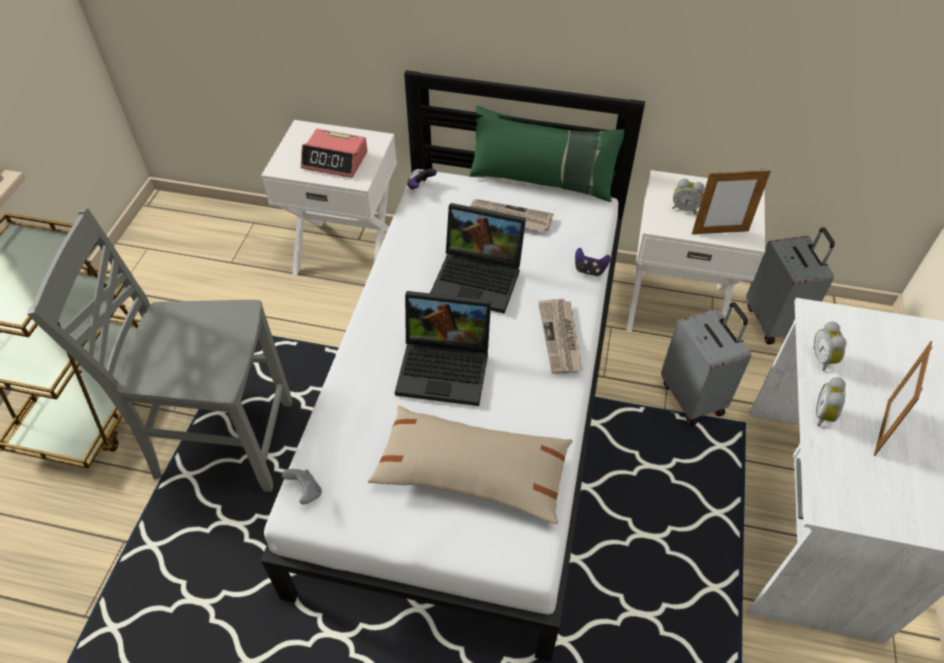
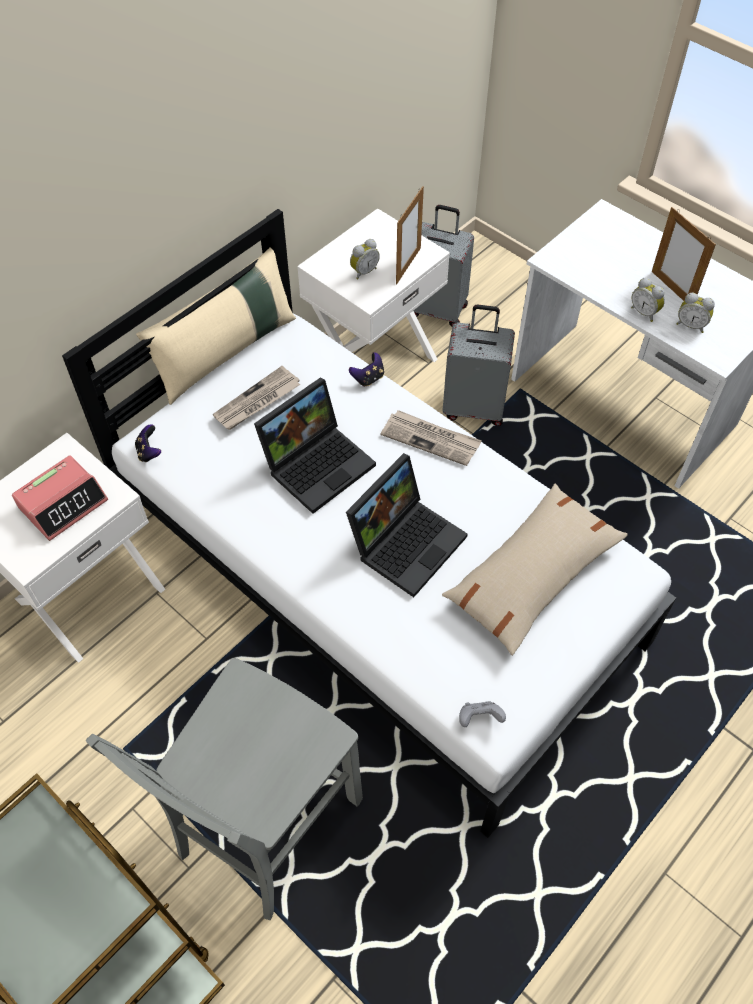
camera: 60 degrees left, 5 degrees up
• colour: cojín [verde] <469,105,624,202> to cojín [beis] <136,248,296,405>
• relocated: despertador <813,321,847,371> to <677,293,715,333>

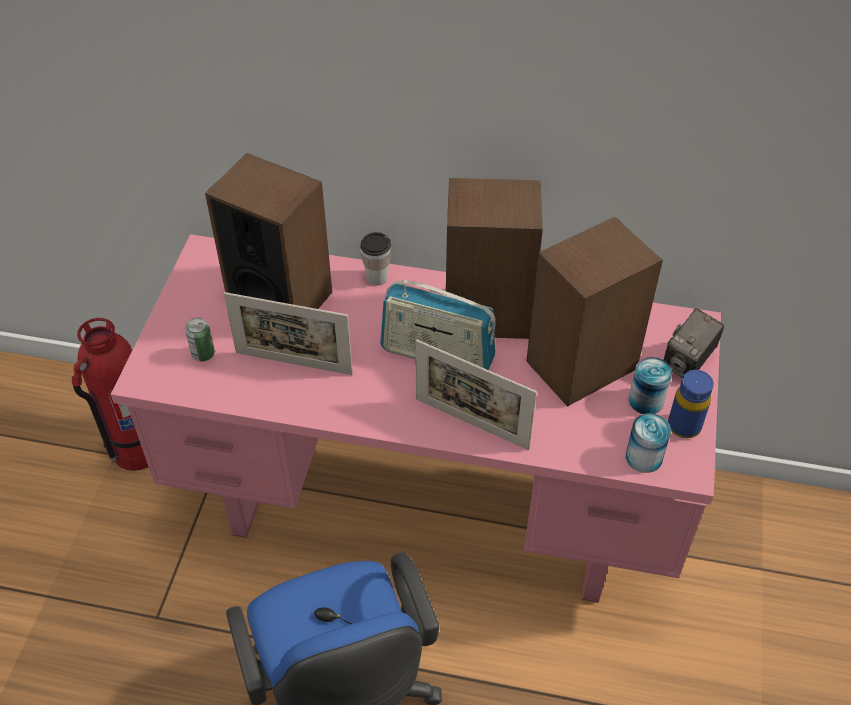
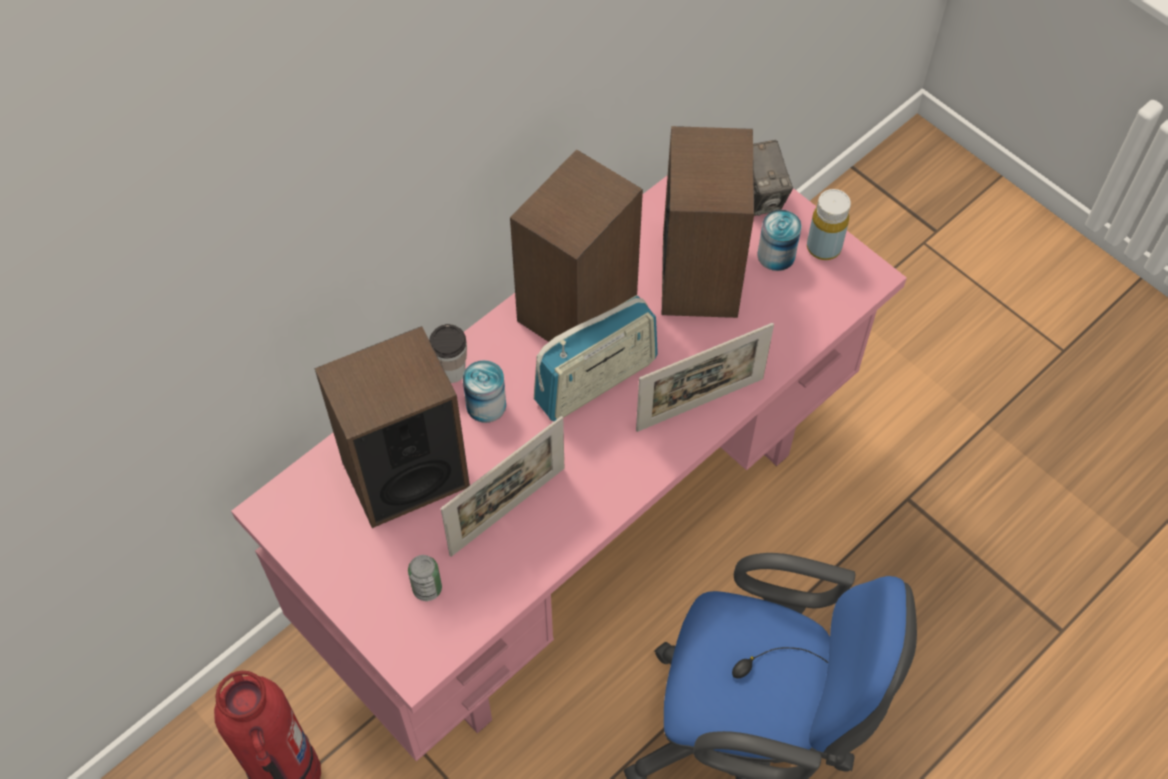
camera: 55 degrees left, 10 degrees up
• relocated: lata <626,413,671,473> to <463,360,506,423>
• colour: botella [azul] <668,370,714,438> to botella [amarillo] <807,189,851,260>

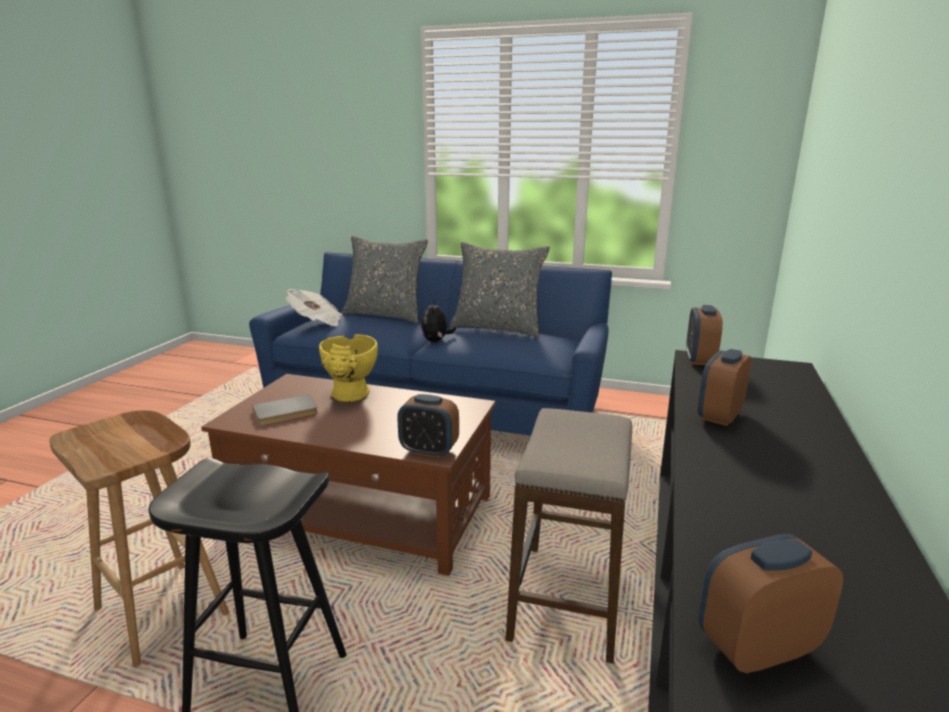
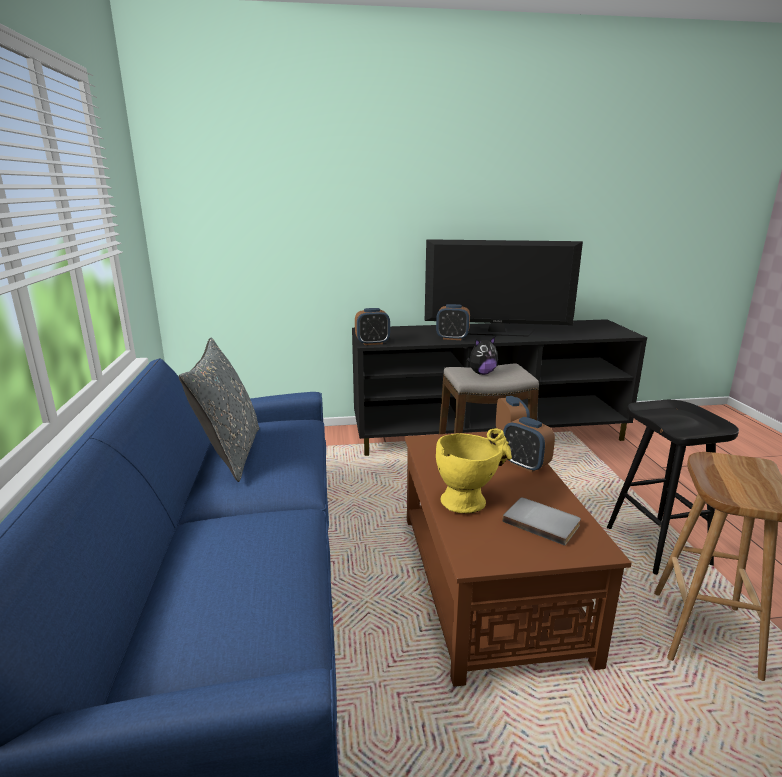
camera: 115 degrees left, 0 degrees up
• missing: periódico <286,289,342,326>
• missing: cojín [gris] <341,236,428,323>
• relocated: peluche <421,299,456,342> to <466,337,498,375>
• relocated: despertador <699,534,843,673> to <503,417,555,472>
• appeared: televisor <425,239,583,337>

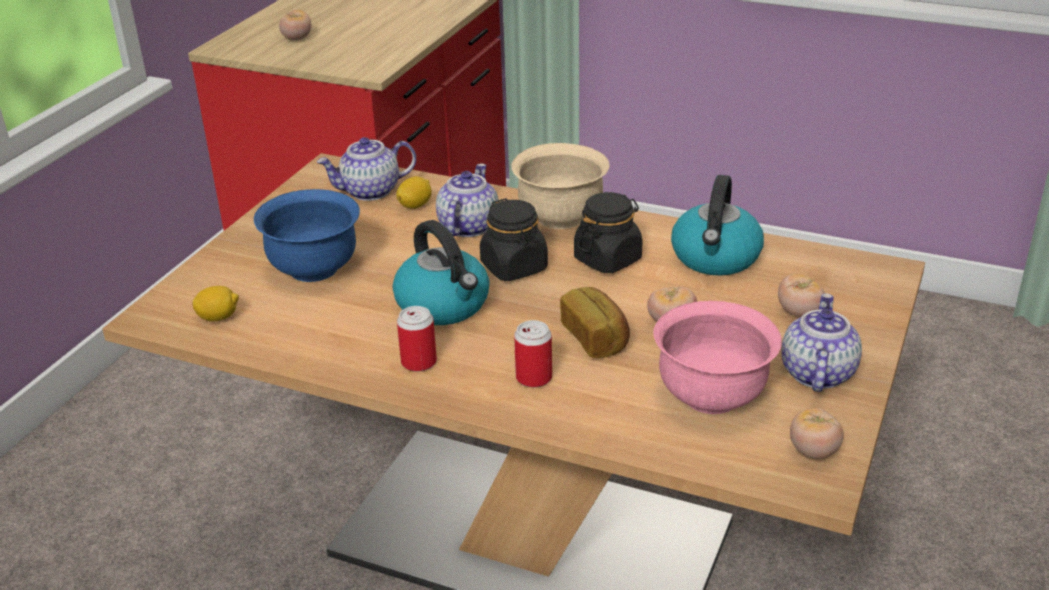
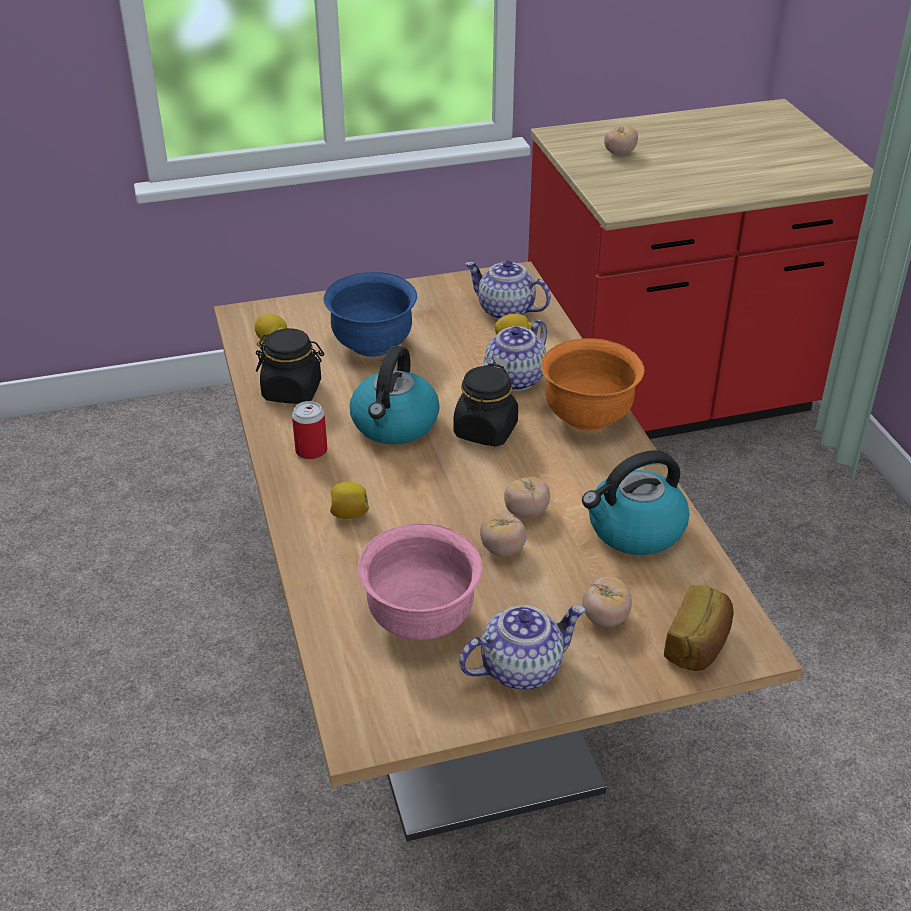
camera: 50 degrees right, 5 degrees up
• spun: tetera <436,164,499,237> = <483,320,547,391> 150 degrees clockwise
• colour: cuenco [beis] <511,143,609,229> to cuenco [naranja] <541,338,644,431>
• exchanged: lata <514,320,552,388> to limón <330,482,369,519>
• relocated: pan <560,287,630,358> to <664,585,734,671>
• relocated: tarro [negro] <574,192,642,273> to <256,328,324,404>
• relocated: tomate <790,408,844,459> to <504,477,550,518>

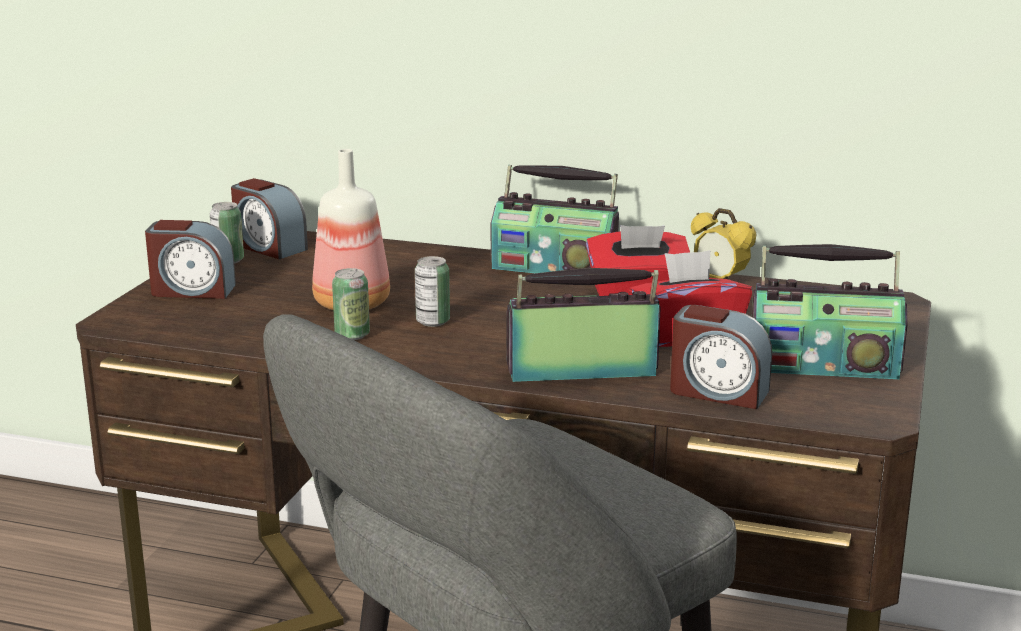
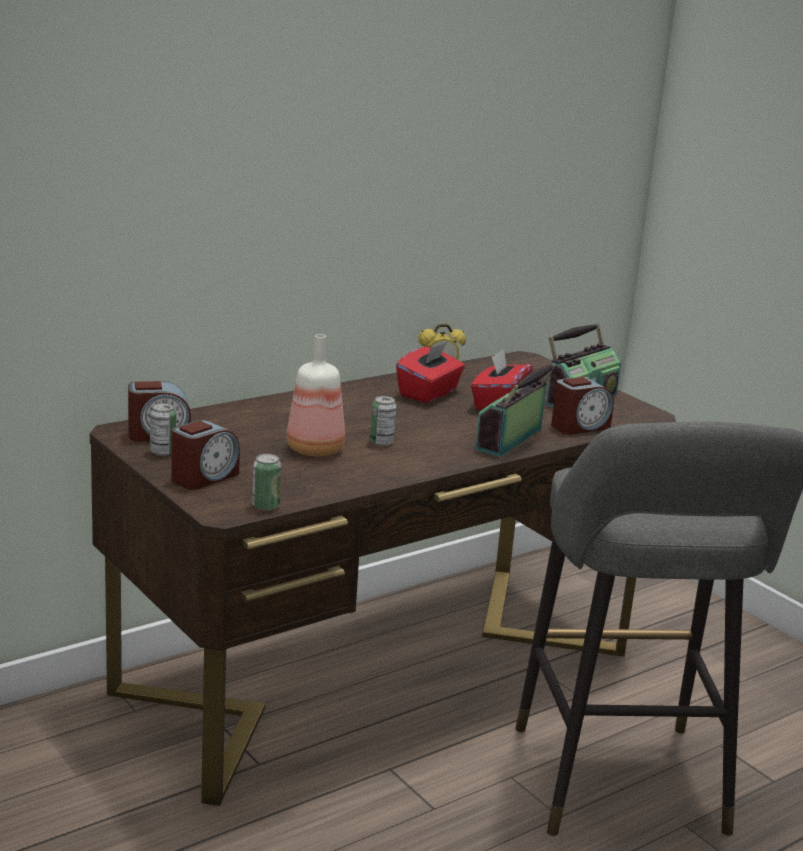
camera: 55 degrees left, 0 degrees up
• relocated: lata <332,268,370,340> to <252,454,282,511>
• missing: radio <491,165,619,273>

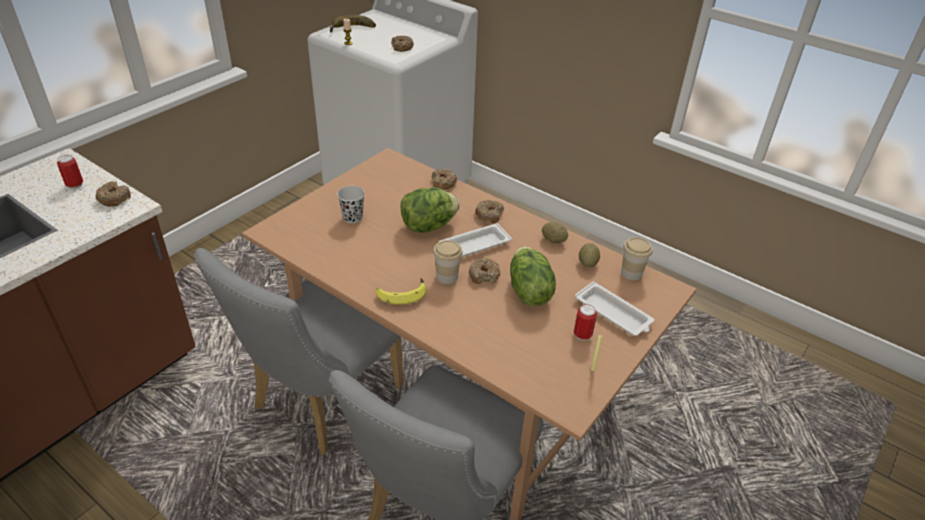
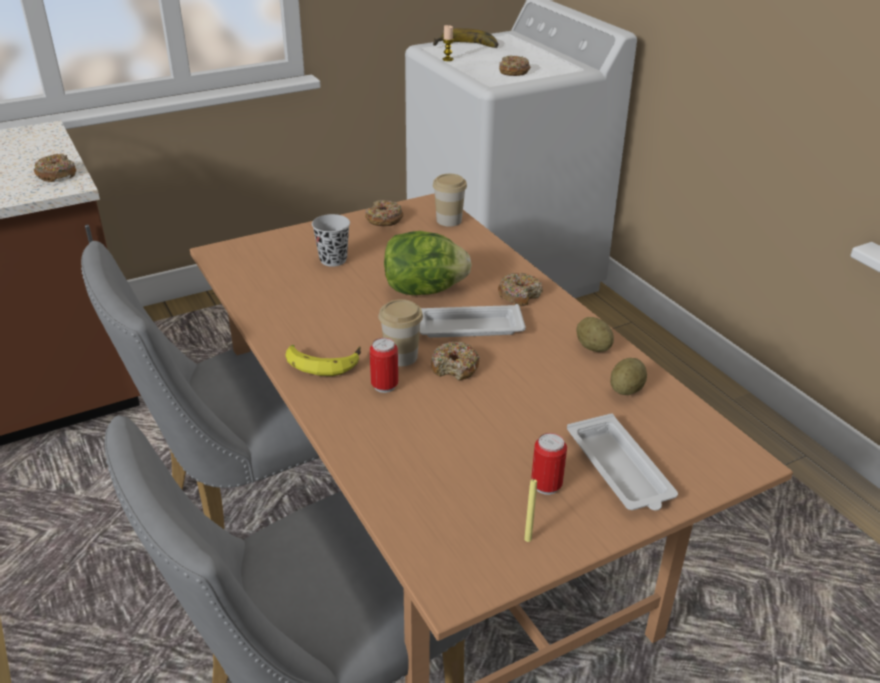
camera: 25 degrees right, 5 degrees down
• relocated: lata <57,155,83,189> to <370,338,398,393>
• relocated: rosquilla <432,169,457,189> to <365,200,403,226>
• missing: lechuga <510,246,556,306>
• relocated: taza <621,237,653,280> to <433,174,467,227>

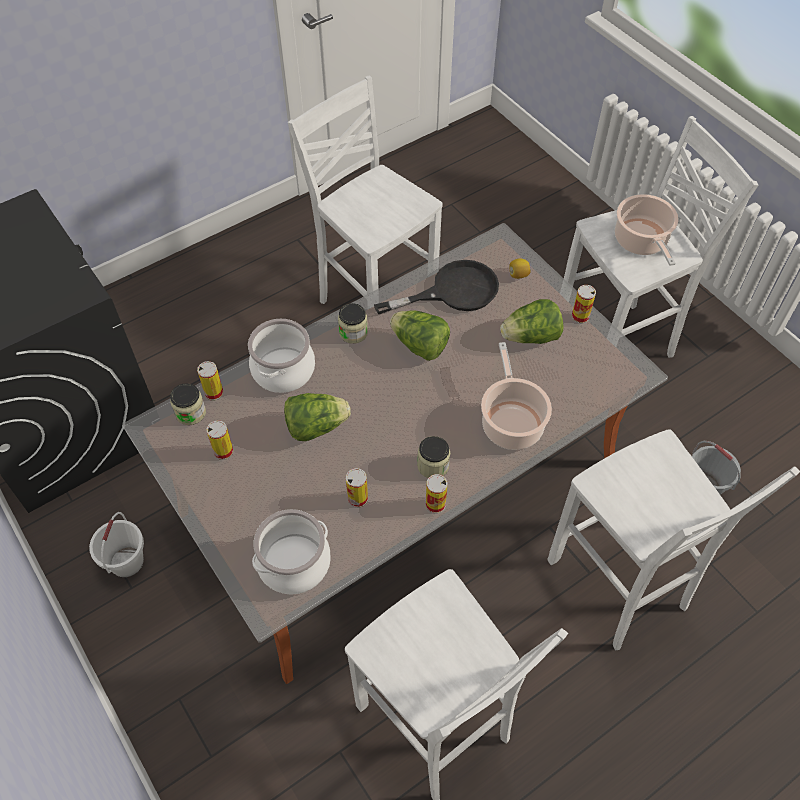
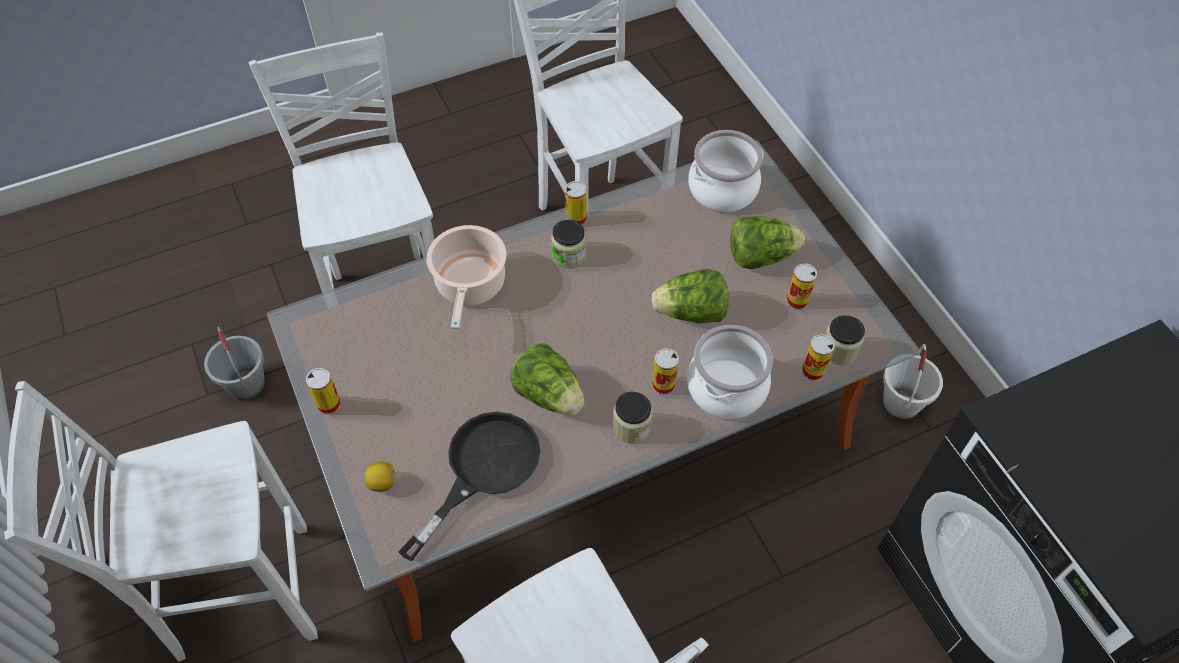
camera: 170 degrees left, 0 degrees up
• relocated: lata <346,468,368,508> to <652,348,679,395>
• spun: sartén [negro] <374,260,499,314> = <398,412,540,561> 135 degrees clockwise
• relocated: lechuga <500,299,564,344> to <730,216,805,269>
• missing: olla <615,194,679,266>

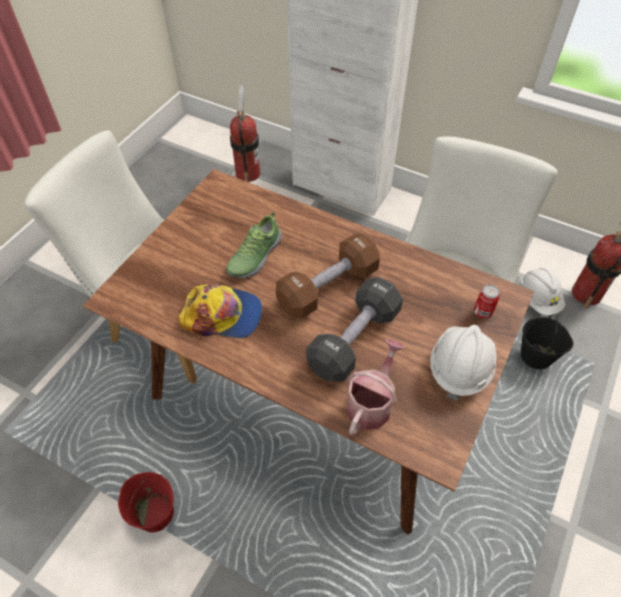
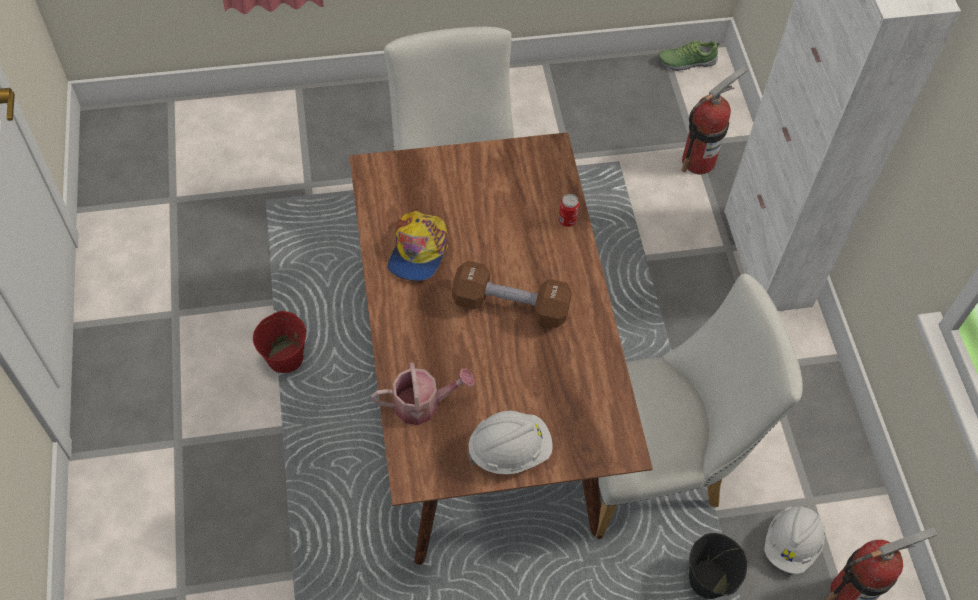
camera: 50 degrees right, 5 degrees up
• spun: gorra <178,284,262,338> = <388,211,449,281> 45 degrees clockwise
• relocated: zapato <226,212,282,278> to <658,40,721,71>
• missing: mancuerna [negro] <306,277,403,382>
• relocated: lata <474,285,500,319> to <558,194,579,227>

